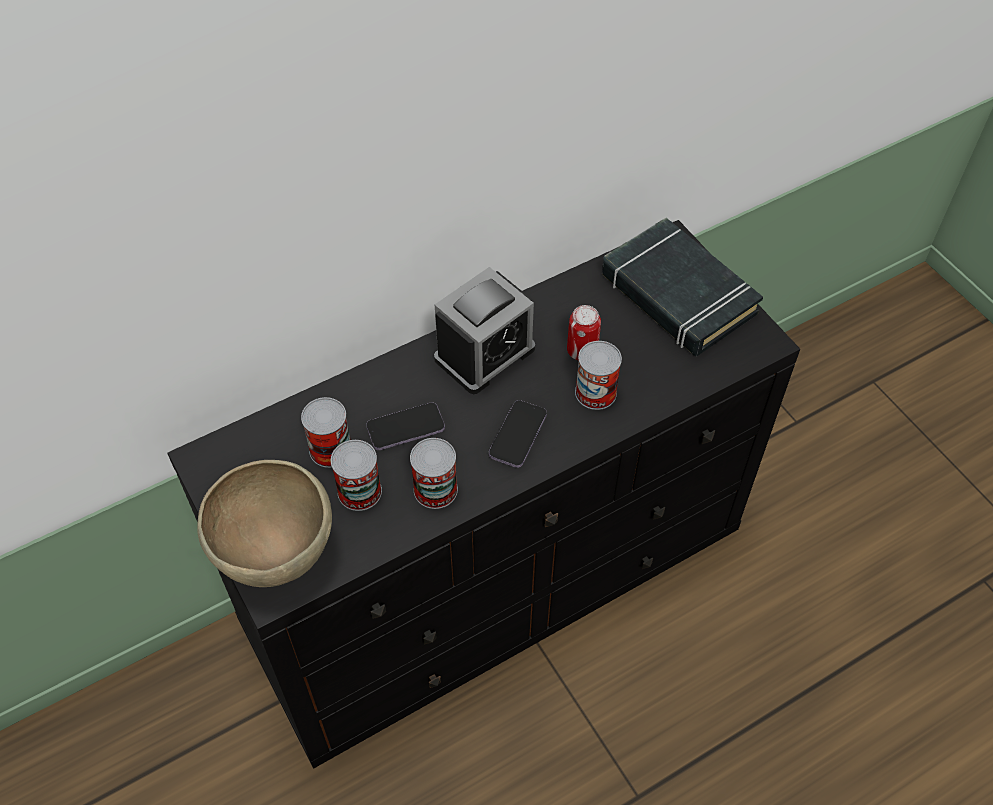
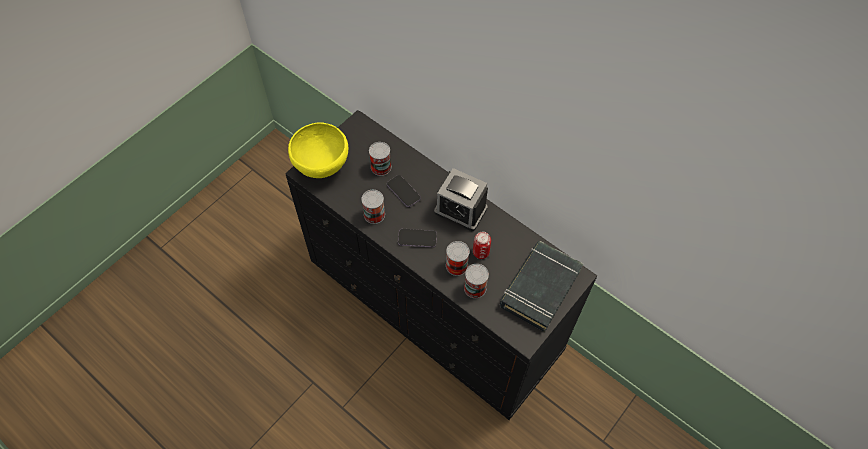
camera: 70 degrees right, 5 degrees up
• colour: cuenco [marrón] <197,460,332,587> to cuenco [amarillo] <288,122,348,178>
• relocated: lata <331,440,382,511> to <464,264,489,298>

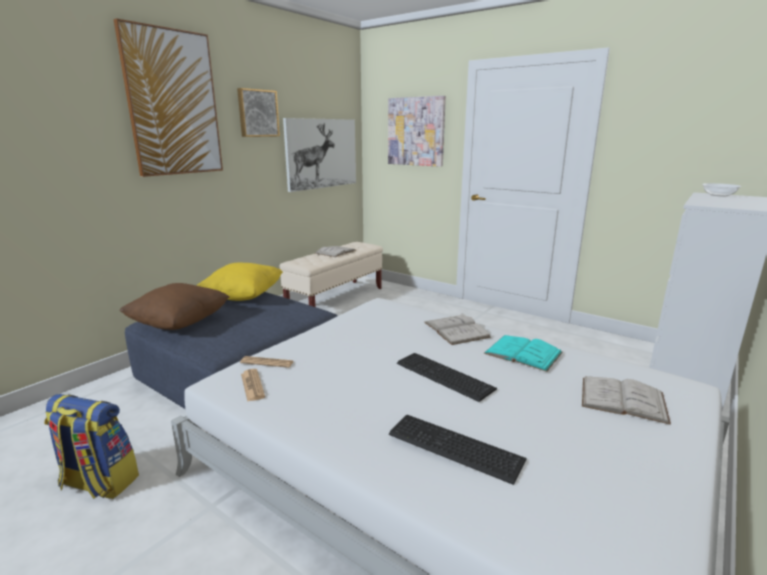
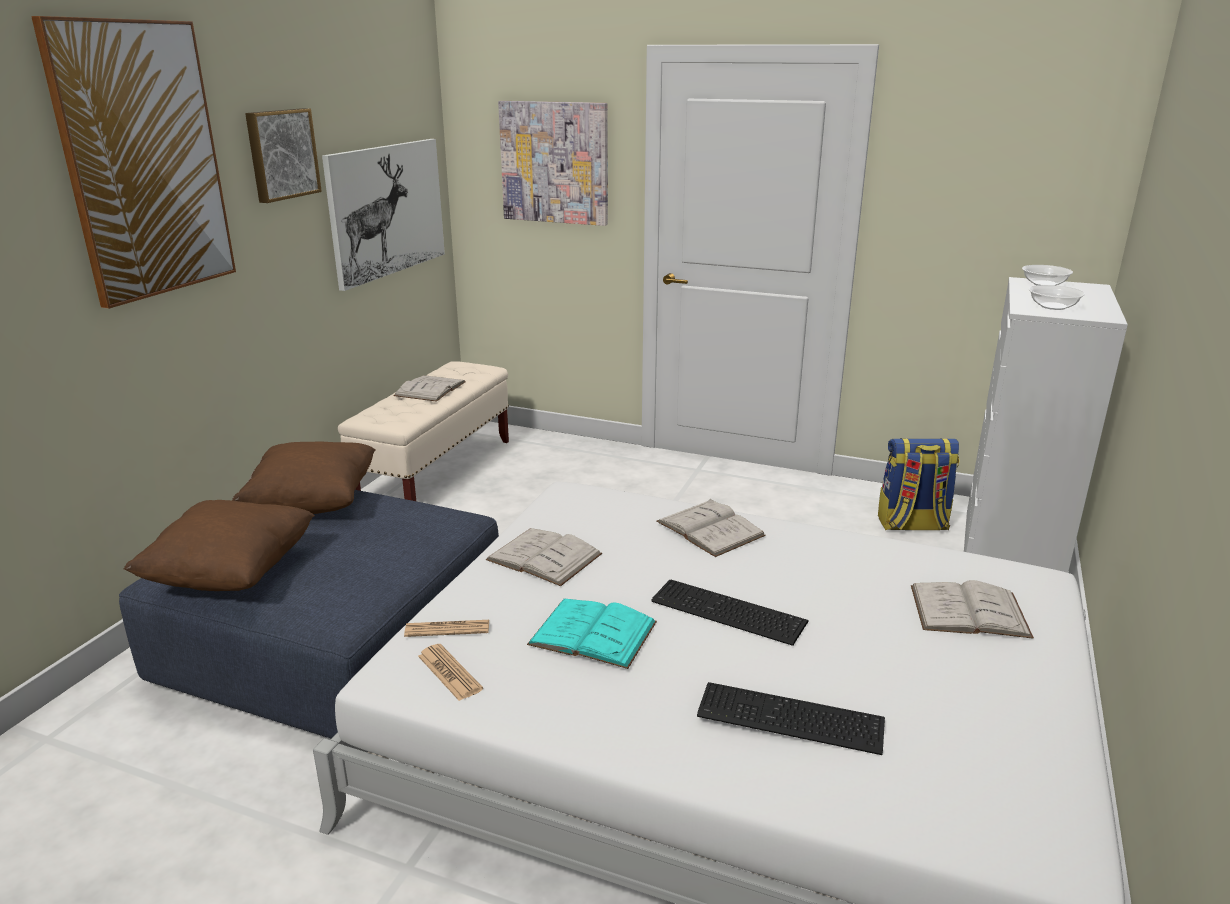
camera: 15 degrees left, 5 degrees up
• relocated: mochila <44,394,139,499> to <878,438,959,530>
• colour: cojín [amarillo] <196,263,283,301> to cojín [marrón] <232,442,376,514>
• relocated: libro [turquesa] <484,335,563,372> to <527,599,657,669>
• appeared: libro [blanco] <486,528,602,586>
• appeared: cuenco <1029,285,1085,310>

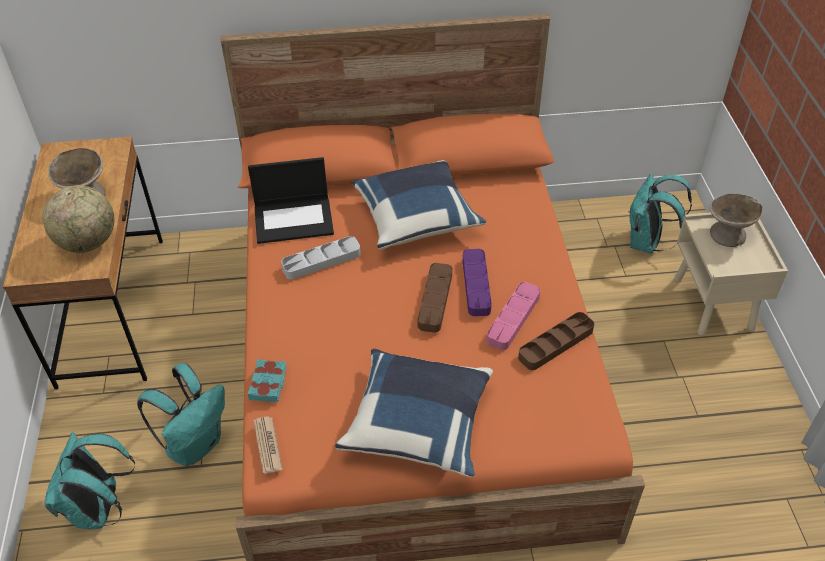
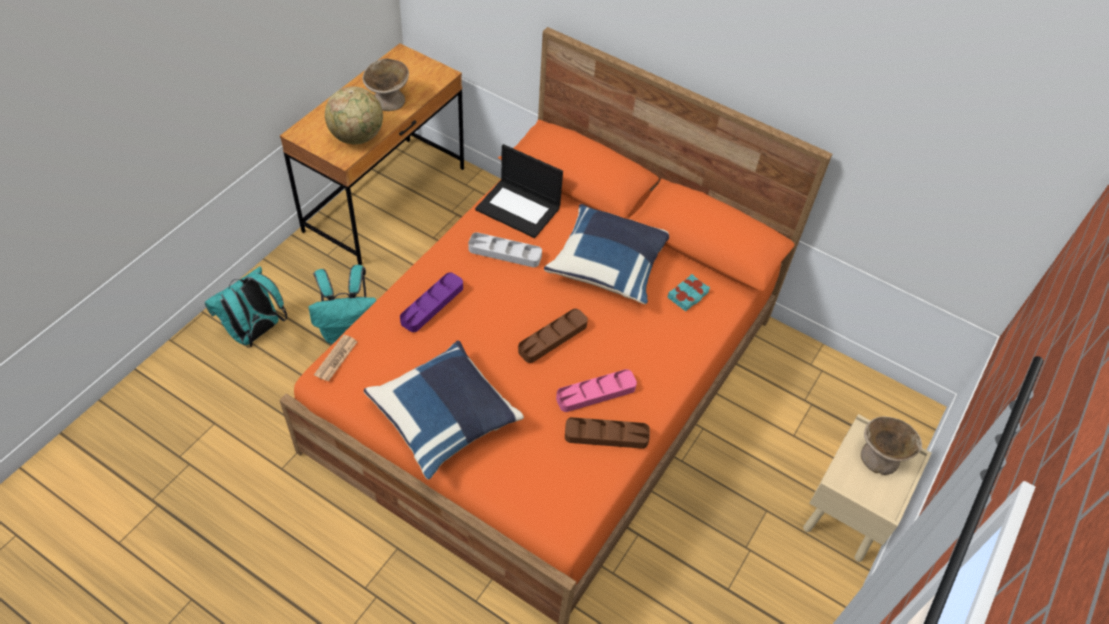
camera: 35 degrees right, 5 degrees up
• relocated: libro [turquesa] <248,359,287,402> to <667,274,710,312>
• relocated: bandeja [morado] <463,249,492,316> to <400,272,463,332>
• missing: mochila [turquesa] <628,174,692,253>

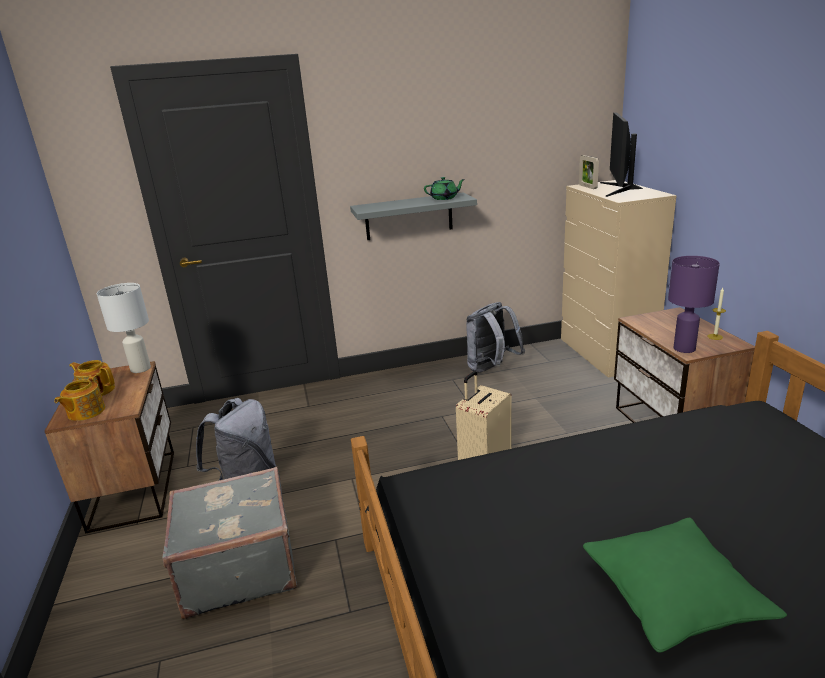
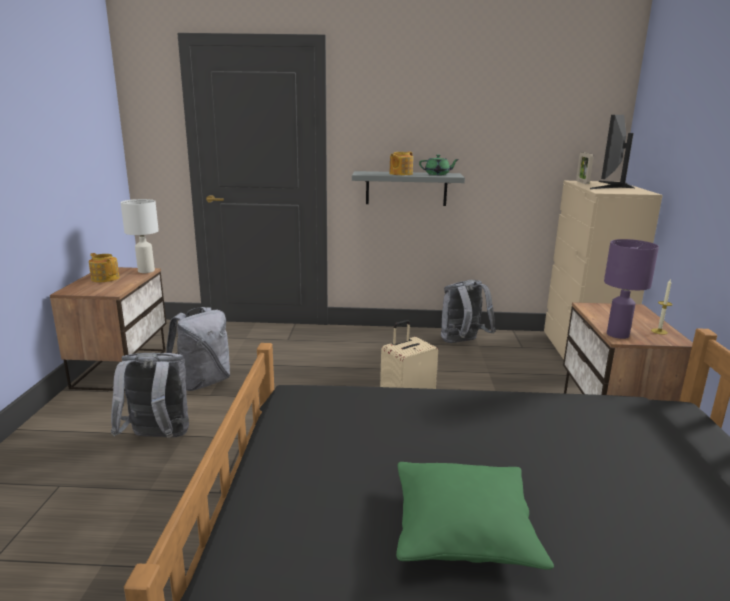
camera: 15 degrees right, 5 degrees down
• relocated: tetera <54,374,105,421> to <389,151,413,175>
• exchanged: maleta [gris] <162,467,297,619> to mochila [gris] <111,353,189,438>

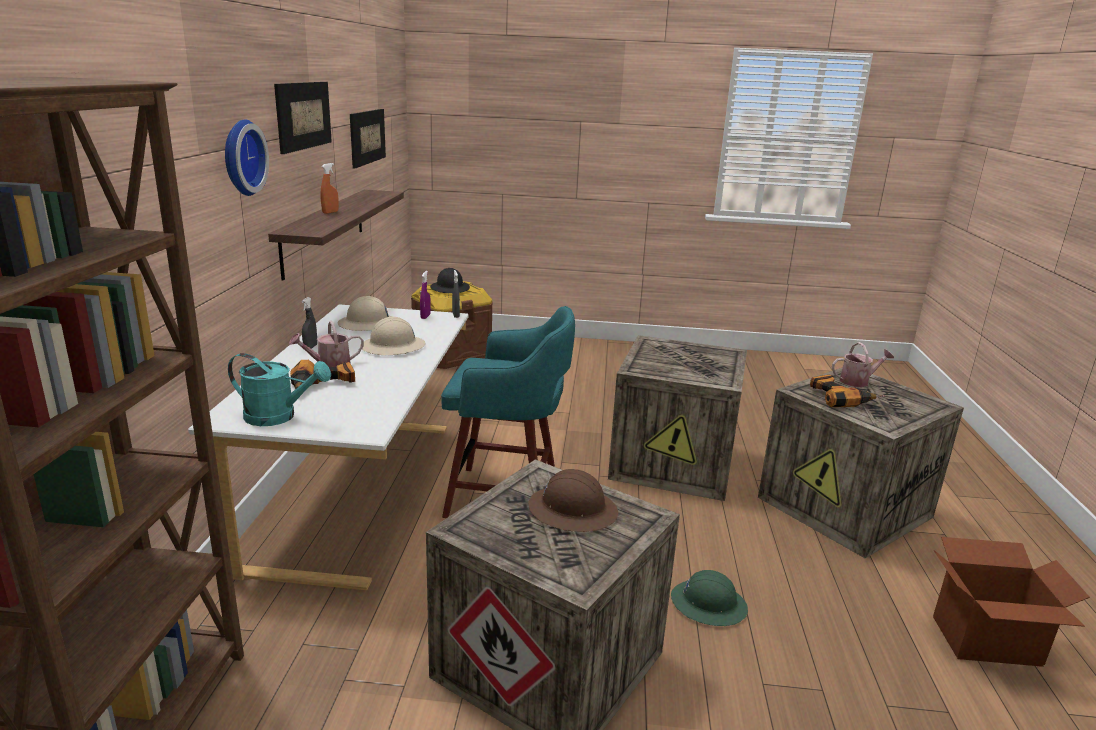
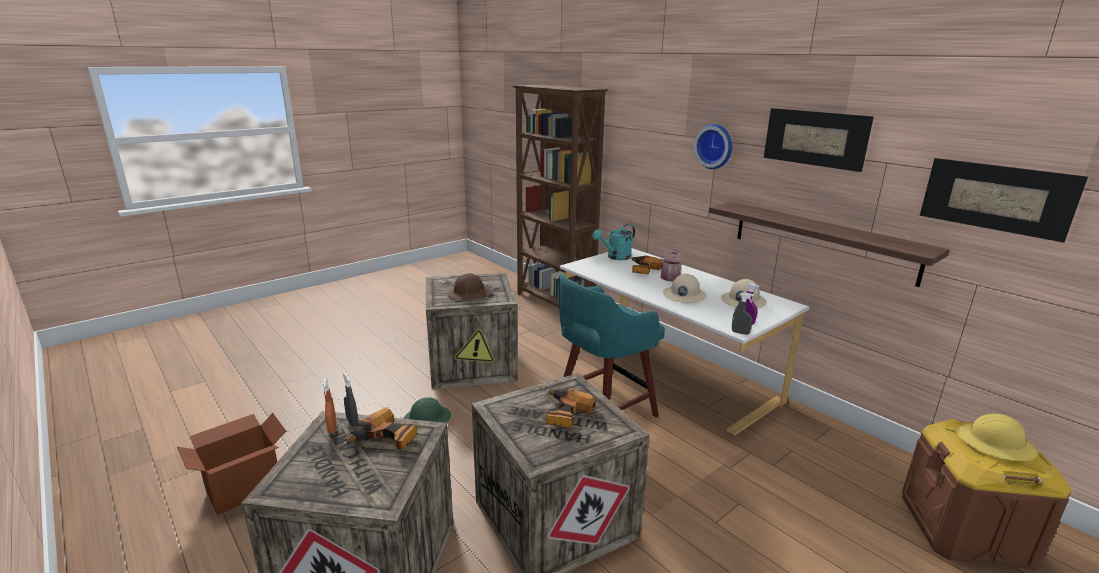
camera: 135 degrees right, 0 degrees up
• relocated: pulverizador [gris] <302,297,317,349> to <342,371,359,427>
• relocated: pulverizador [naranja] <320,163,339,214> to <323,379,336,434>
• colour: casco [negro] <430,268,470,293> to casco [amarillo] <956,414,1037,461>
• missing: regadera <832,342,894,387>
• appeared: taladro <540,387,596,428>

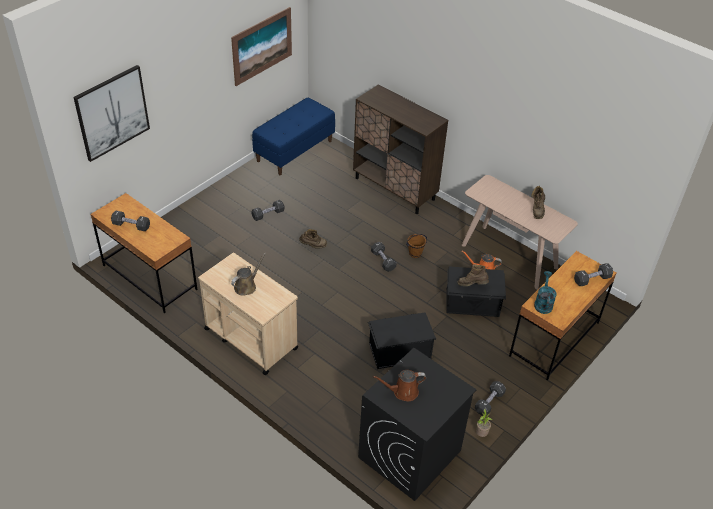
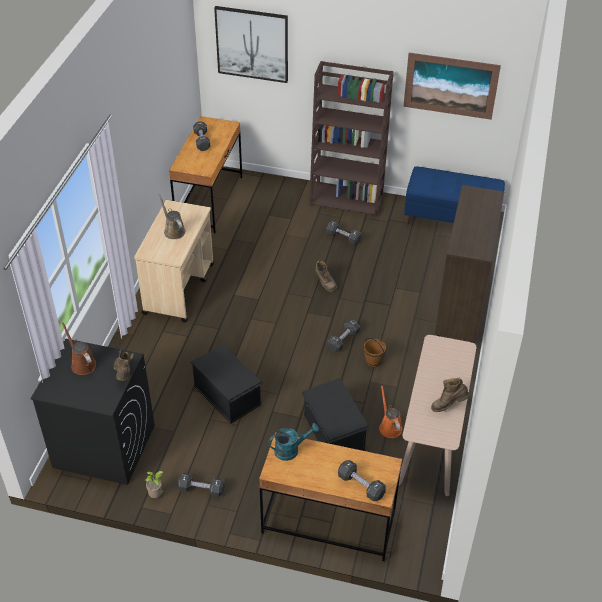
camera: 65 degrees right, 0 degrees up
• spun: regadera [marrón] <231,252,266,296> = <159,194,185,239> 135 degrees counterclockwise
• relocated: bota [marrón] <457,264,489,286> to <114,351,134,381>
• appeared: estantería [marrón] <309,61,394,217>

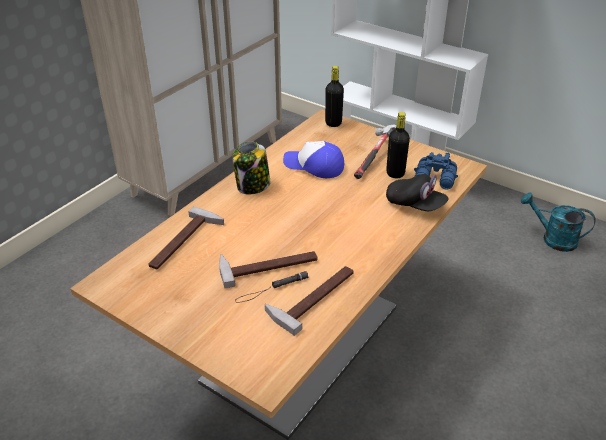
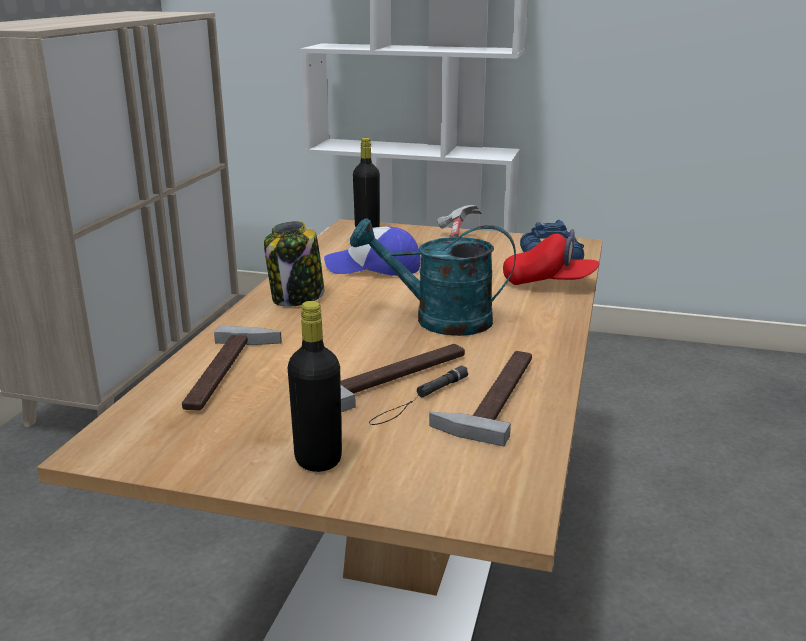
camera: 20 degrees left, 15 degrees down
• relocated: botella [negro] <386,112,410,178> to <287,301,342,472>
• colour: gorra [negro] <386,174,448,211> to gorra [rojo] <503,229,600,285>
• relocated: regadera [turquesa] <521,192,596,252> to <350,218,516,336>

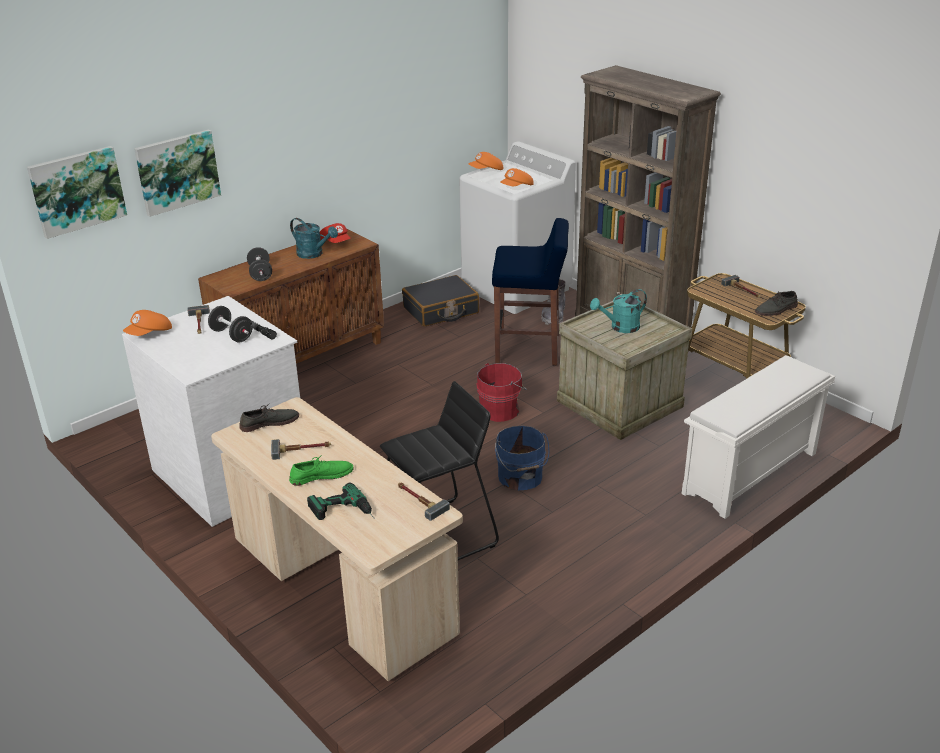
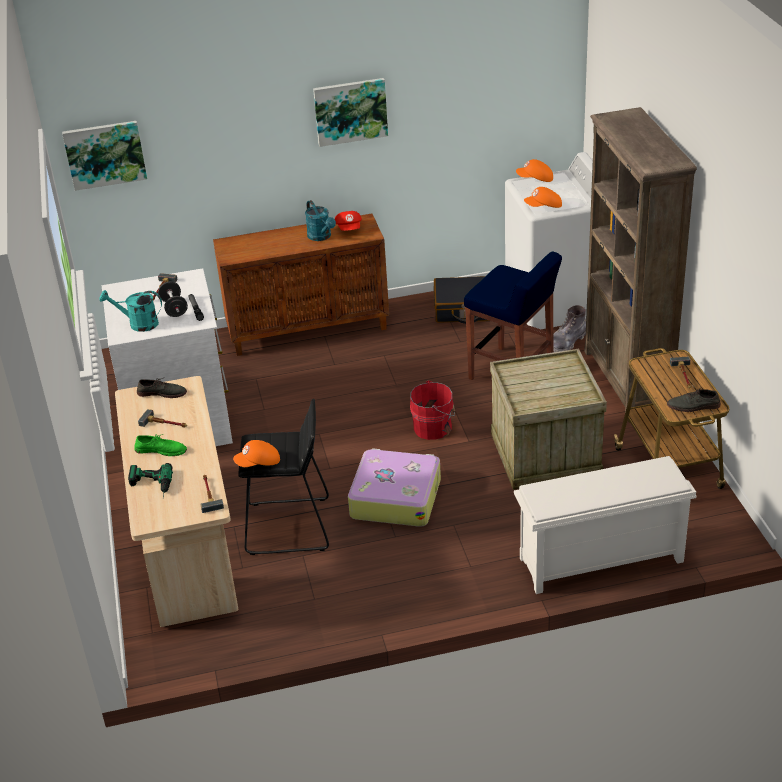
camera: 30 degrees right, 5 degrees up
• relocated: gorra [naranja] <123,310,172,336> to <233,440,280,467>
• relocated: cuadro <134,130,221,217> to <313,78,388,147>
• missing: mancuerna [negro] <247,247,272,281>
• exchanged: cubo [azul] <495,426,549,490> to maleta <348,448,441,527>
• relocated: regadera [turquesa] <590,289,647,333> to <99,290,162,332>

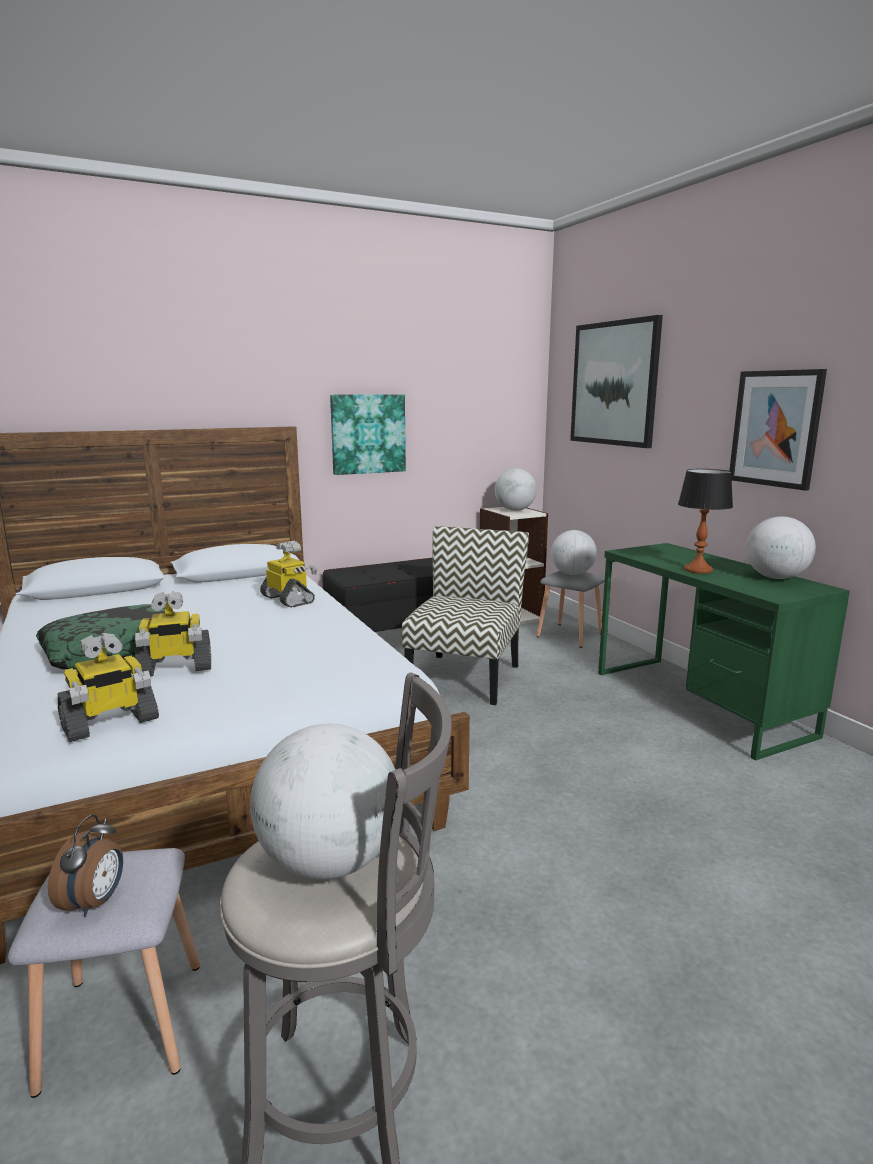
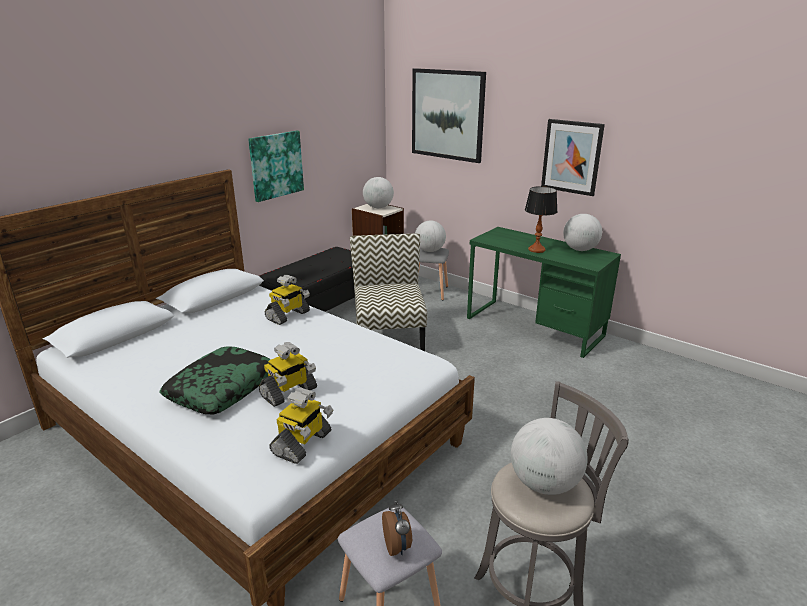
camera: 25 degrees left, 10 degrees up
• spun: robot de juguete <260,541,317,608> = <265,275,310,325> 105 degrees clockwise

